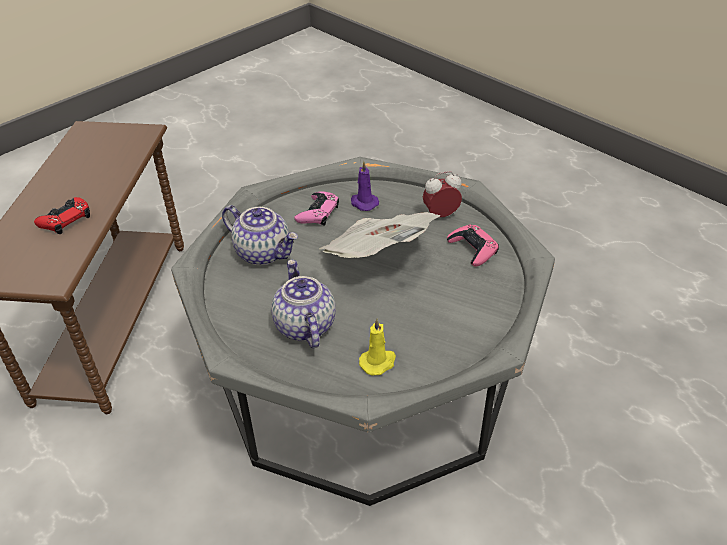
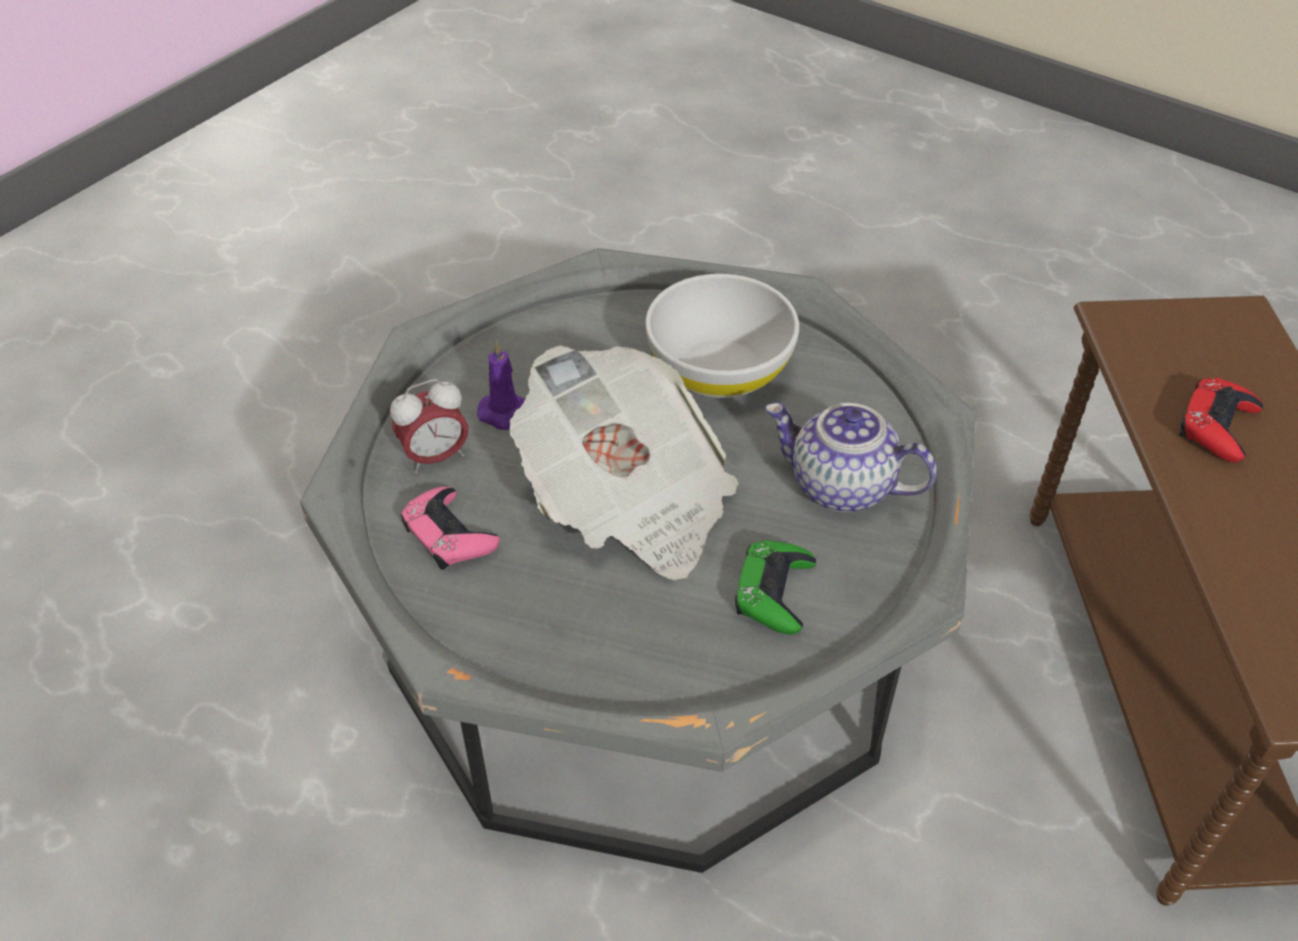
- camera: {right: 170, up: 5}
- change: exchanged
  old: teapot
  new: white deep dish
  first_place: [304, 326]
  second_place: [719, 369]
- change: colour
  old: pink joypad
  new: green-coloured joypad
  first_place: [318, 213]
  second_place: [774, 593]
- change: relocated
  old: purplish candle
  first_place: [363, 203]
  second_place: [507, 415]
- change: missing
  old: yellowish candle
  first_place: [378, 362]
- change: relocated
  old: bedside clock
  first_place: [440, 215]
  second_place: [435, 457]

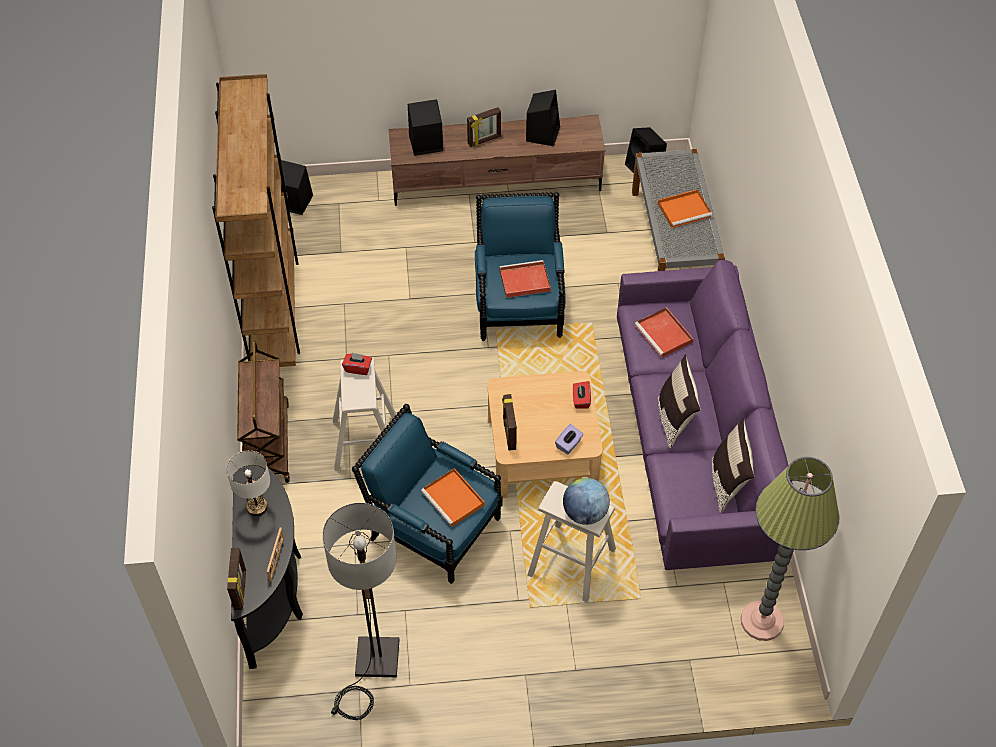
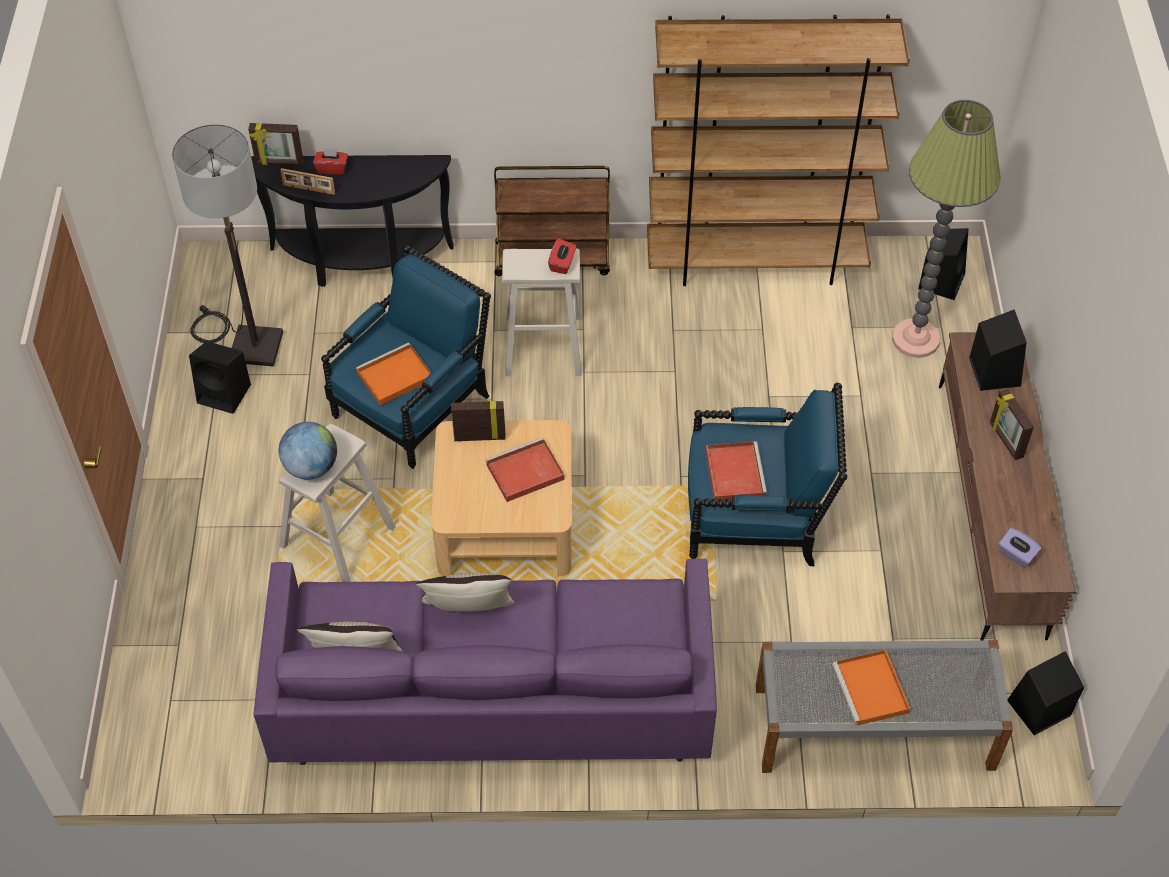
- camera: {right: 95, up: 0}
- change: missing
  old: table lamp
  first_place: [256, 507]
- change: relocated
  old: blackish loudspeaker
  first_place: [542, 133]
  second_place: [225, 394]
- change: relocated
  old: purplish tissue box
  first_place: [568, 444]
  second_place: [1016, 554]
- change: relocated
  old: red tissue box
  first_place: [581, 400]
  second_place: [332, 168]
- change: relocated
  old: red serving tray
  first_place: [664, 334]
  second_place: [524, 473]
- change: relocated
  old: standard lamp
  first_place: [762, 621]
  second_place: [915, 339]

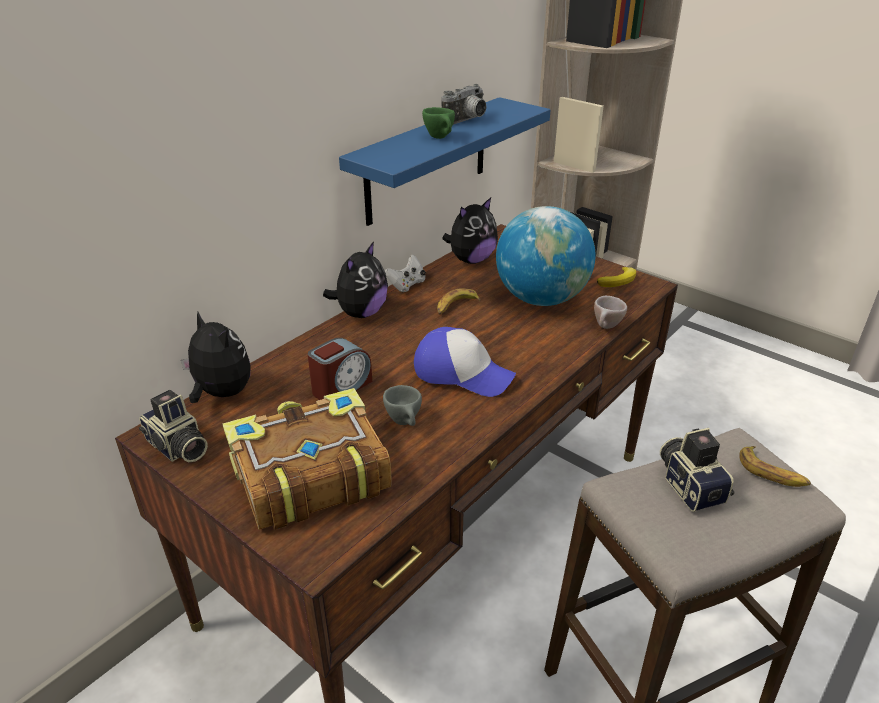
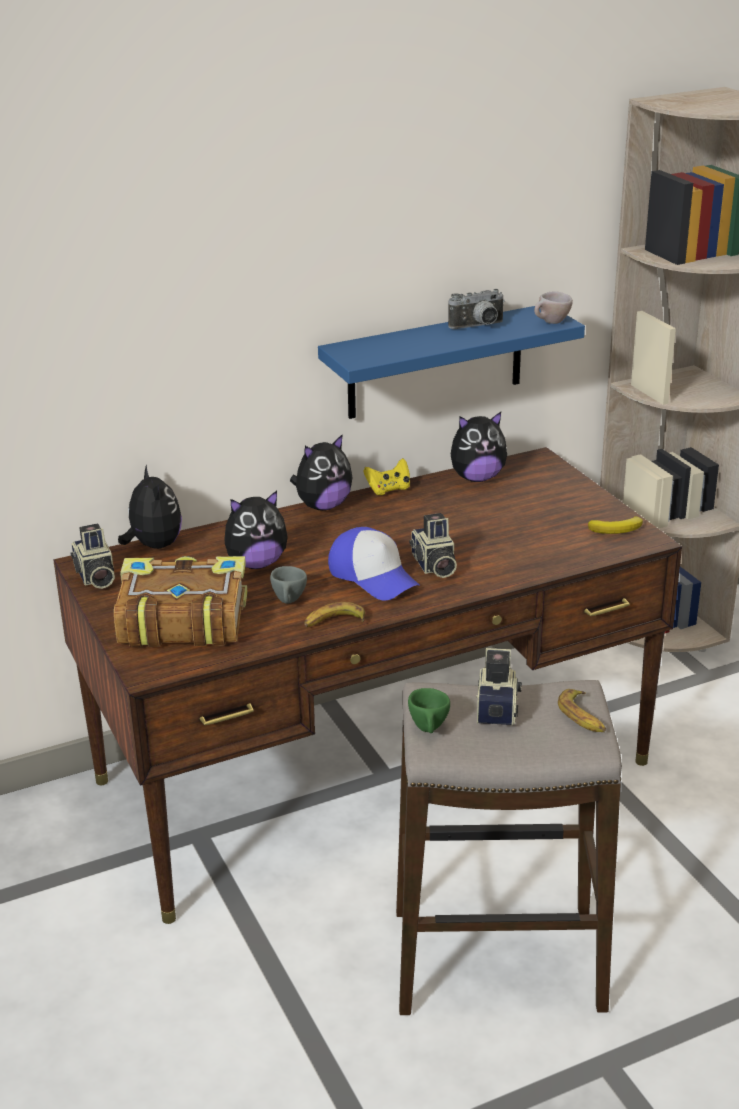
- camera: {right: 25, up: -5}
- change: exchanged
  old: bedside clock
  new: cuddly toy
  first_place: [341, 387]
  second_place: [256, 563]
- change: colour
  old: white joypad
  new: yellowish joypad
  first_place: [407, 285]
  second_place: [388, 489]
- change: relocated
  old: green-coloured small cup
  first_place: [441, 138]
  second_place: [429, 730]
- change: relocated
  old: banana
  first_place: [456, 306]
  second_place: [334, 622]
- change: missing
  old: desk globe
  first_place: [541, 299]
- change: relocated
  old: beige small cup
  first_place: [606, 328]
  second_place: [550, 323]
- change: appeared
  new: still camera
  second_place: [433, 566]

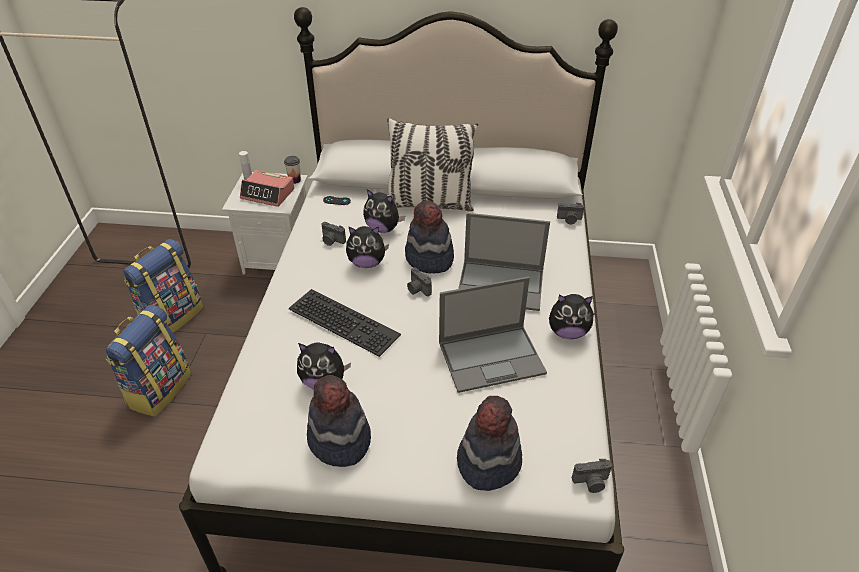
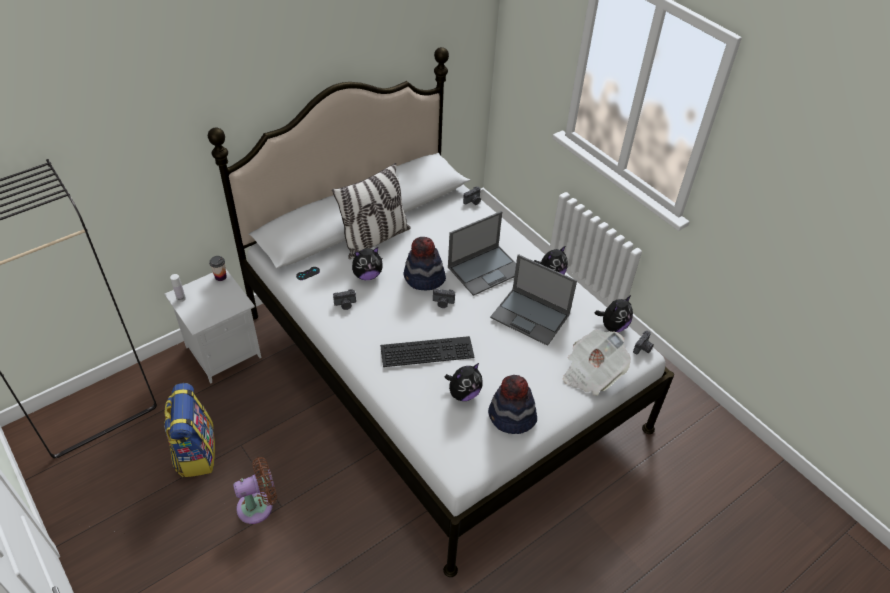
- camera: {right: -45, up: 5}
- change: exchanged
  old: backpack
  new: brown-coloured electric fan
  first_place: [159, 389]
  second_place: [259, 506]
- change: missing
  old: bedside clock
  first_place: [268, 194]
- change: relocated
  old: cuddly toy
  first_place: [367, 263]
  second_place: [613, 326]
- change: spun
  old: notebook computer
  first_place: [492, 357]
  second_place: [531, 316]
  degrees: 90
- change: exchanged
  old: clothing hat
  new: printed paper
  first_place: [488, 462]
  second_place: [592, 372]

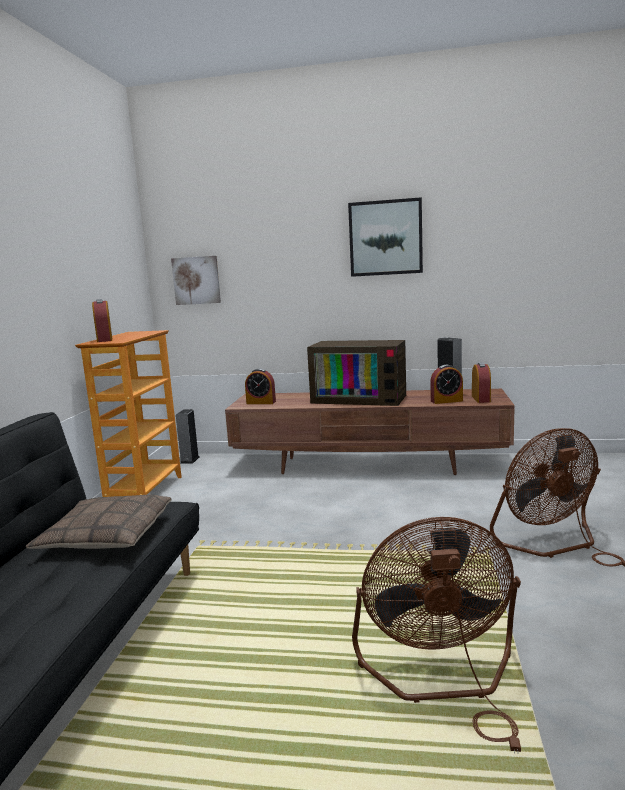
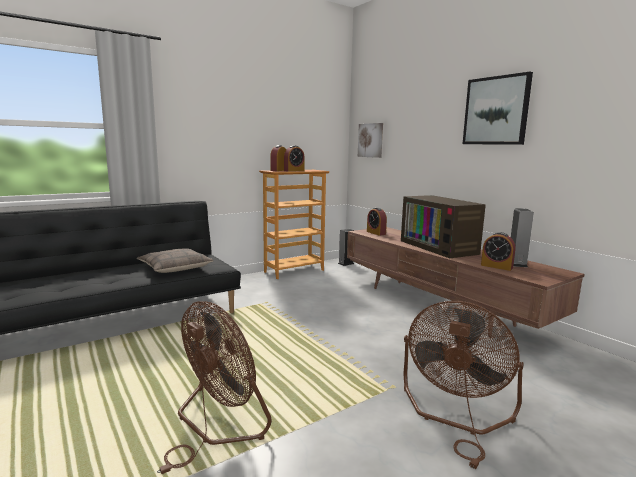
- camera: {right: 45, up: 0}
- change: relocated
  old: bedside clock
  first_place: [481, 399]
  second_place: [294, 171]

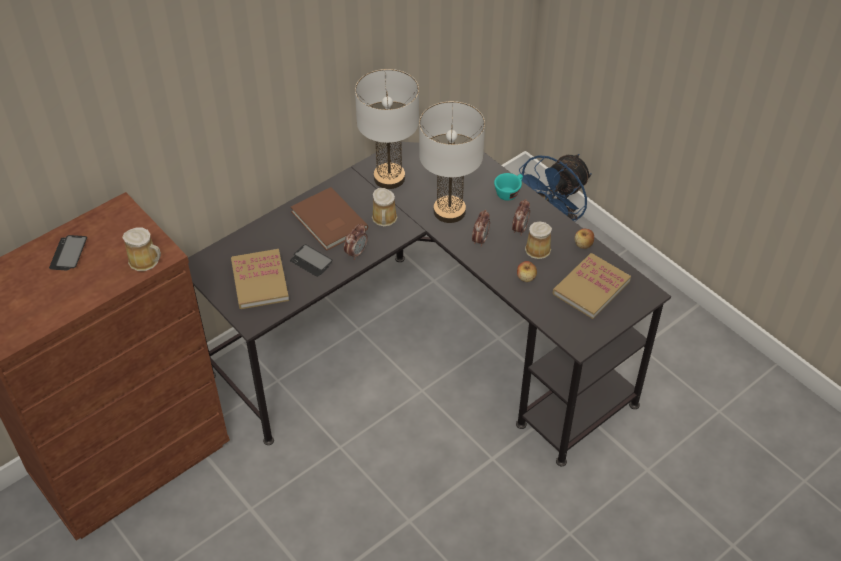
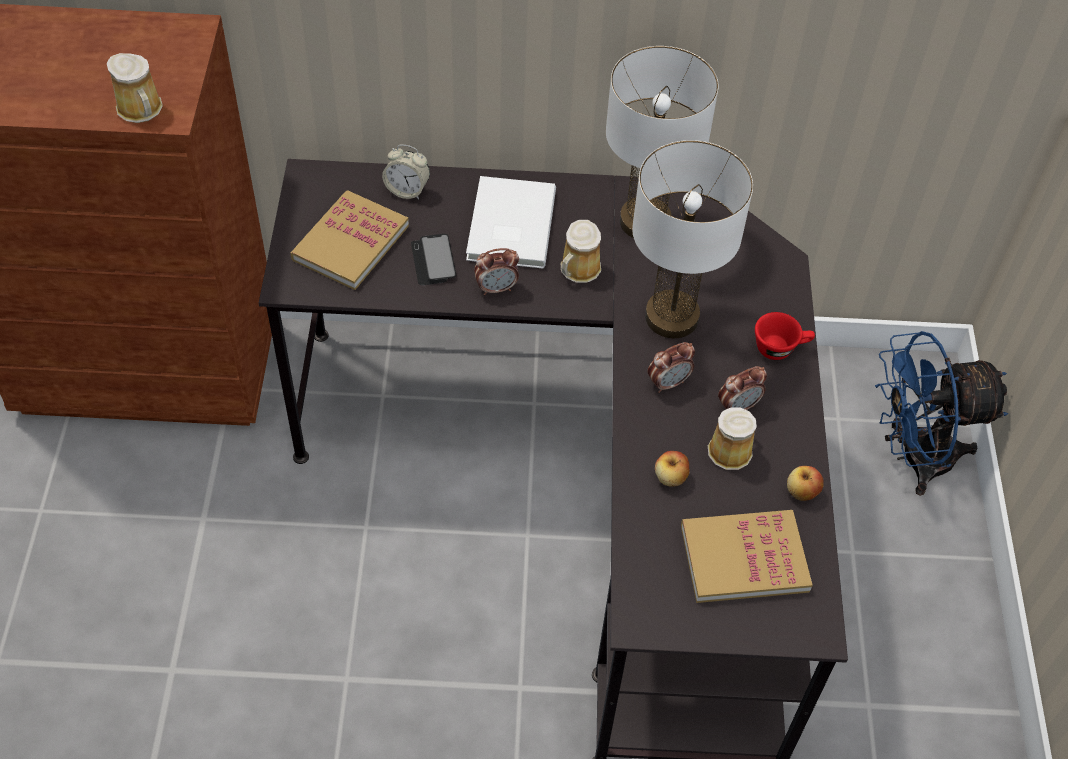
- camera: {right: 40, up: 5}
- change: missing
  old: telephone
  first_place: [68, 254]
- change: colour
  old: brown-coloured bound book
  new: white bound book
  first_place: [328, 222]
  second_place: [508, 226]
- change: colour
  old: turquoise-coloured small cup
  new: red small cup
  first_place: [509, 192]
  second_place: [780, 347]
- change: appeared
  new: bedside clock
  second_place: [407, 190]

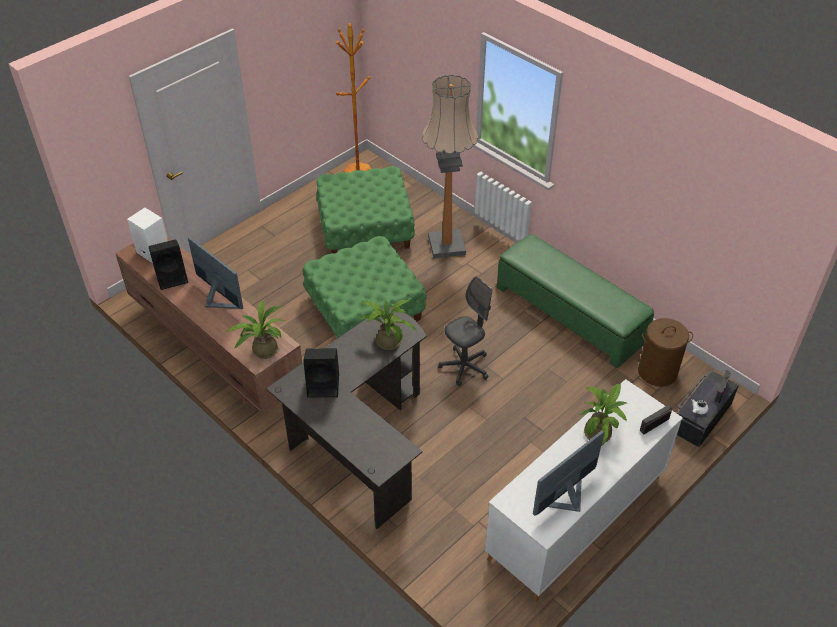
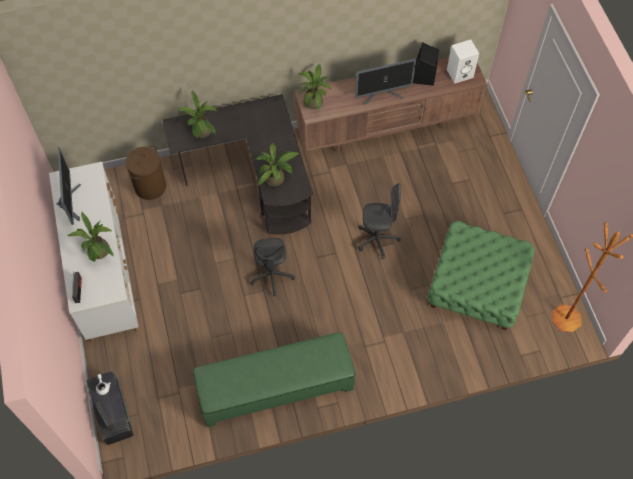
- camera: {right: 120, up: 15}
- change: exchanged
  old: green-coloured pouffe
  new: greyish computer chair
  first_place: [365, 307]
  second_place: [377, 239]
- change: missing
  old: blackish loudspeaker
  first_place: [324, 385]
- change: missing
  old: standard lamp
  first_place: [447, 245]
- change: relocated
  old: brown-coloured laundry basket
  first_place: [657, 372]
  second_place: [150, 186]
- change: appeared
  new: houseplant
  second_place: [202, 133]

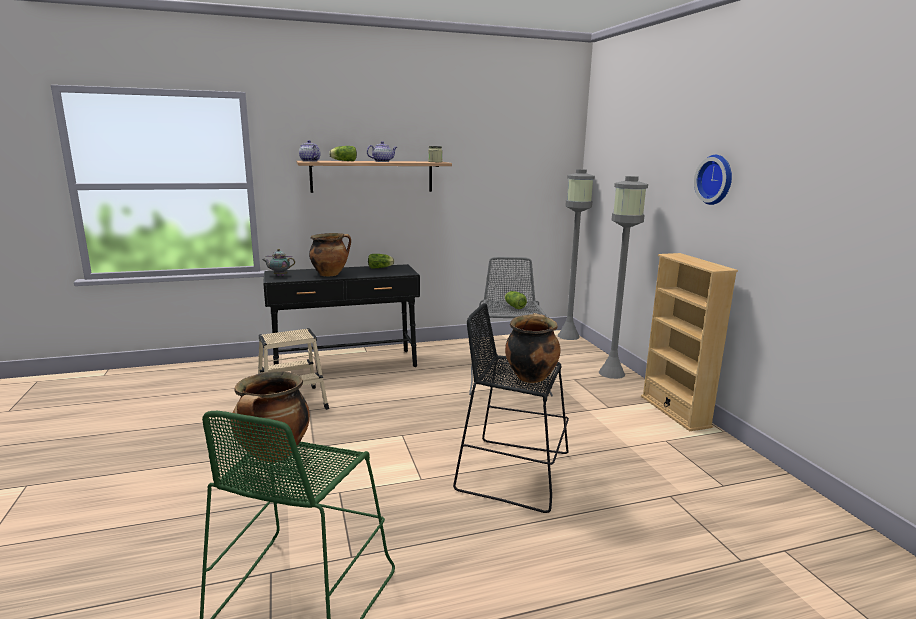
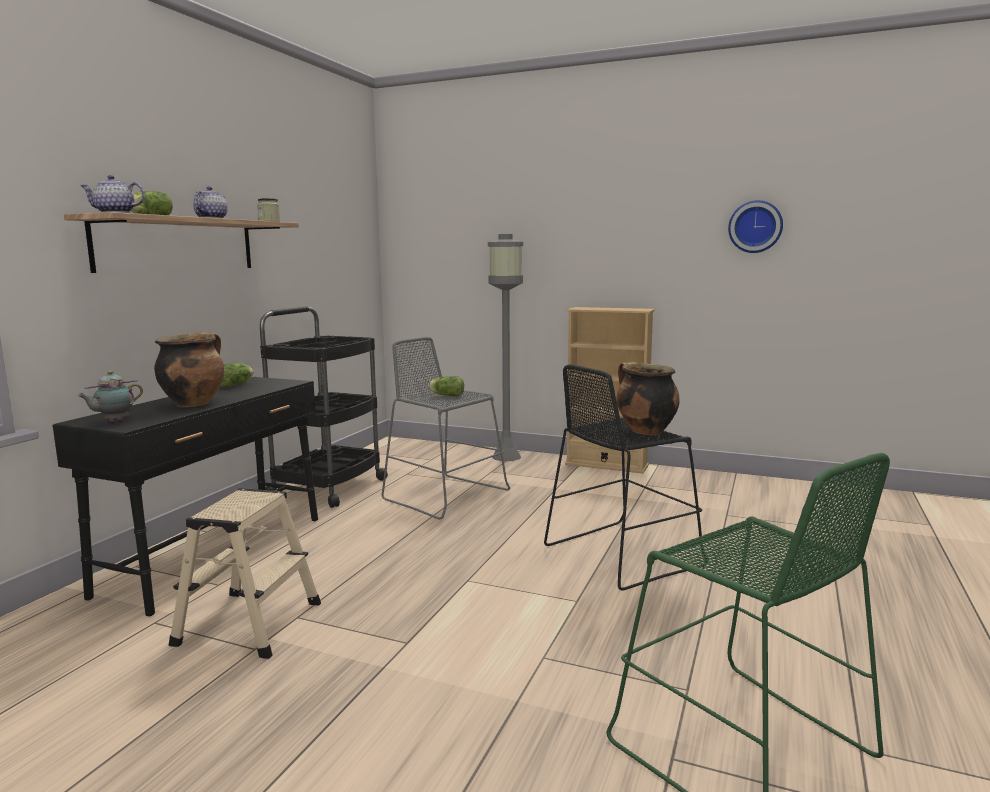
- camera: {right: -50, up: -5}
- change: missing
  old: saucepot
  first_place: [273, 455]
- change: missing
  old: greyish standard lamp
  first_place: [568, 336]
- change: relocated
  old: wall clock
  first_place: [716, 179]
  second_place: [755, 227]
- change: appeared
  new: blackish wheeled cart
  second_place: [329, 488]

